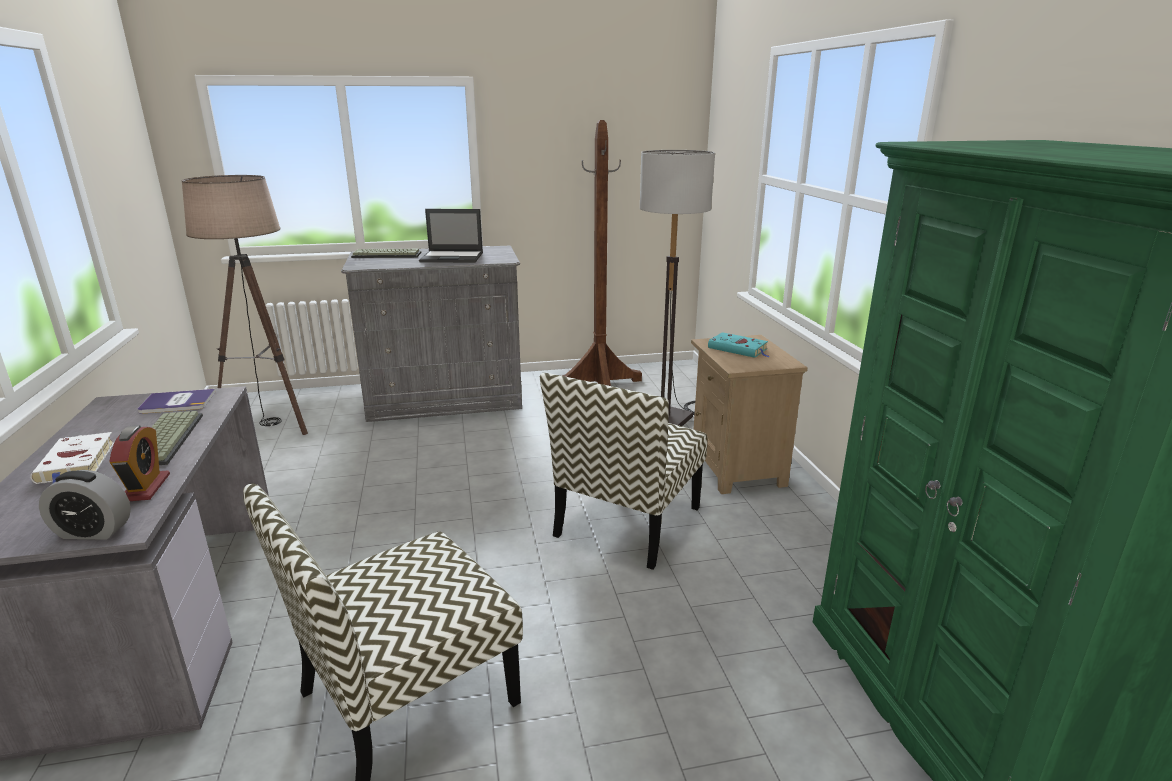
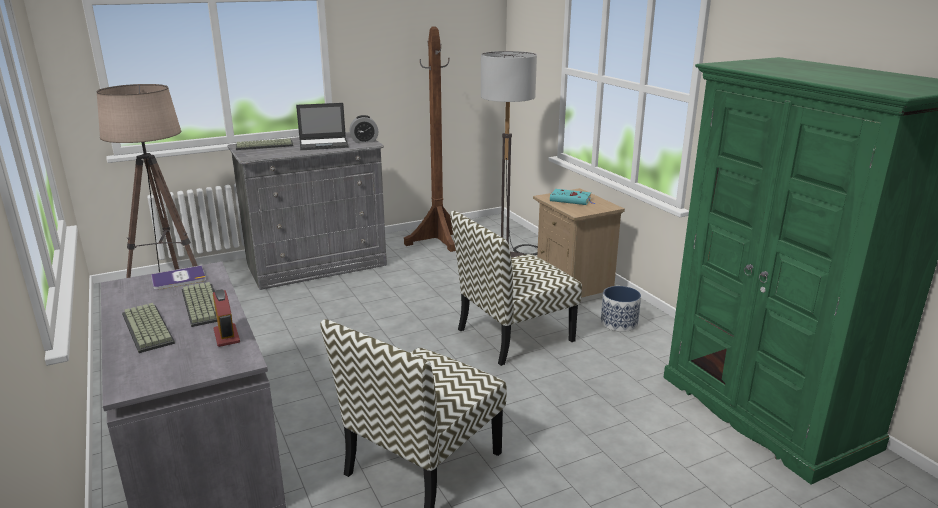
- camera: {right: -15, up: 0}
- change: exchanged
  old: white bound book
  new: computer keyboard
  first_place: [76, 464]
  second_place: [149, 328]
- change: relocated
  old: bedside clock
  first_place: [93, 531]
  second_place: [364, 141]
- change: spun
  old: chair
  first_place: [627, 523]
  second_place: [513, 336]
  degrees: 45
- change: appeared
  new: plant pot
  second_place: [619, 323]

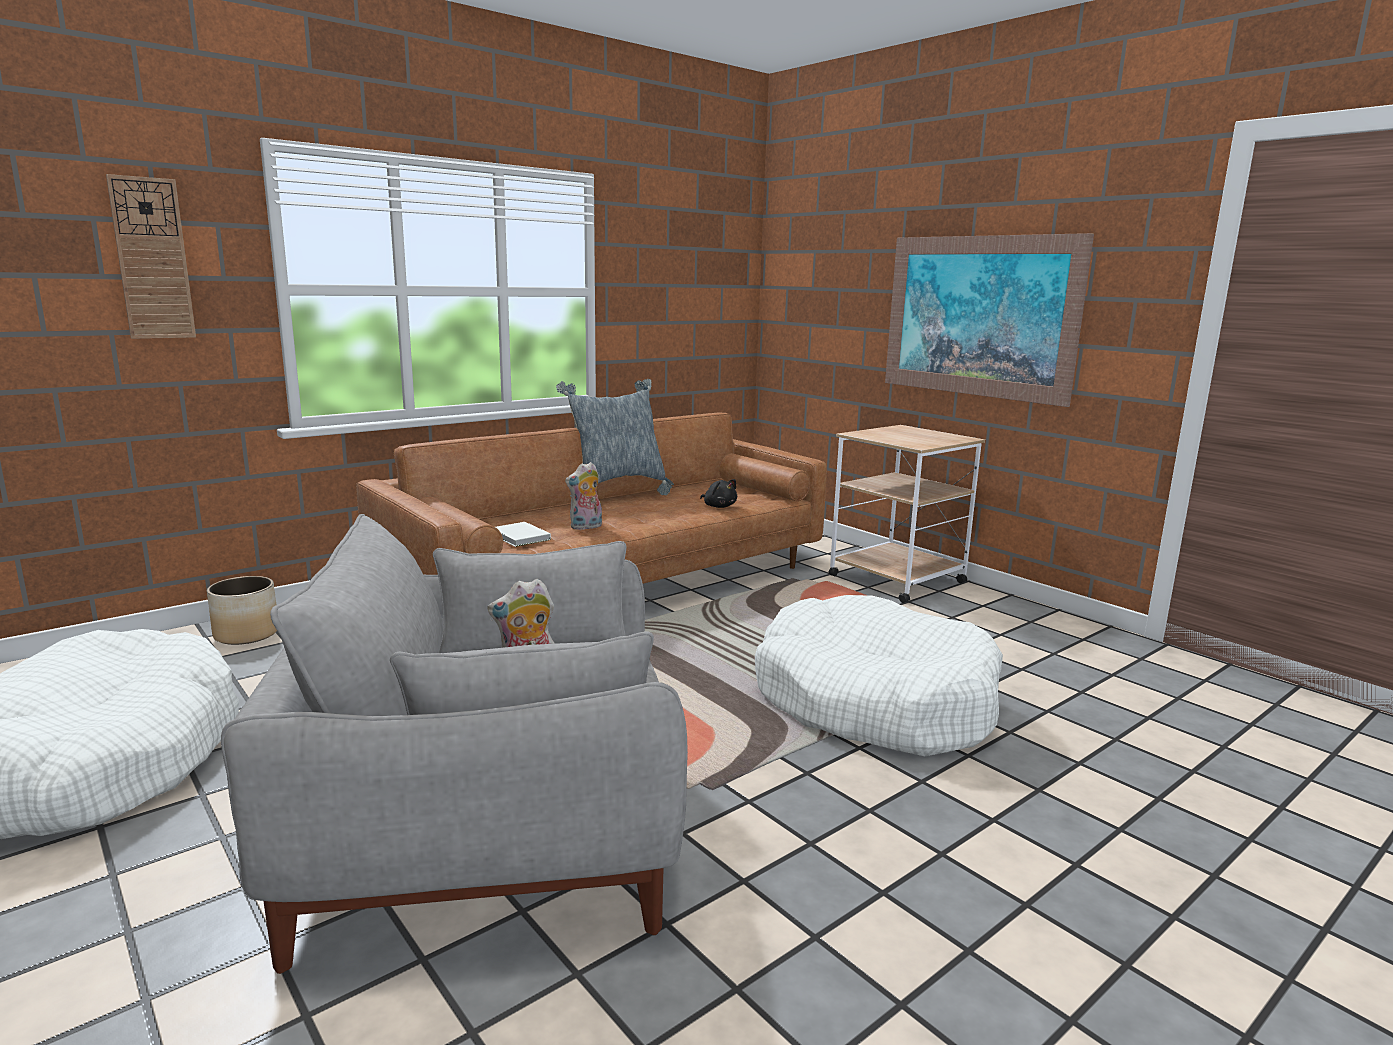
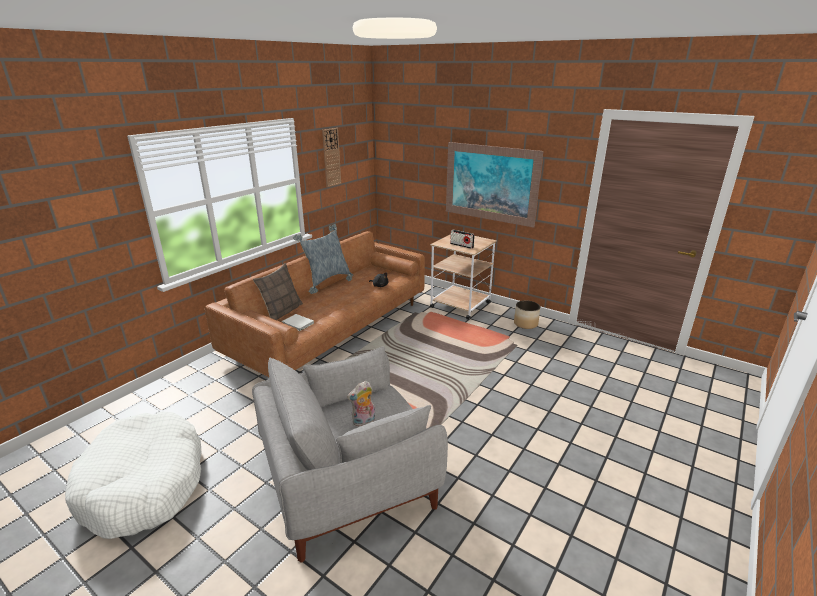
- camera: {right: -15, up: 10}
- change: relocated
  old: wall clock
  first_place: [152, 259]
  second_place: [331, 157]
- change: relocated
  old: plant pot
  first_place: [246, 634]
  second_place: [525, 324]
- change: missing
  old: cuddly toy
  first_place: [586, 527]
- change: missing
  old: white dog bed
  first_place: [874, 701]
- change: appeared
  new: throw pillow
  second_place: [282, 312]
- change: appeared
  new: radio
  second_place: [461, 245]

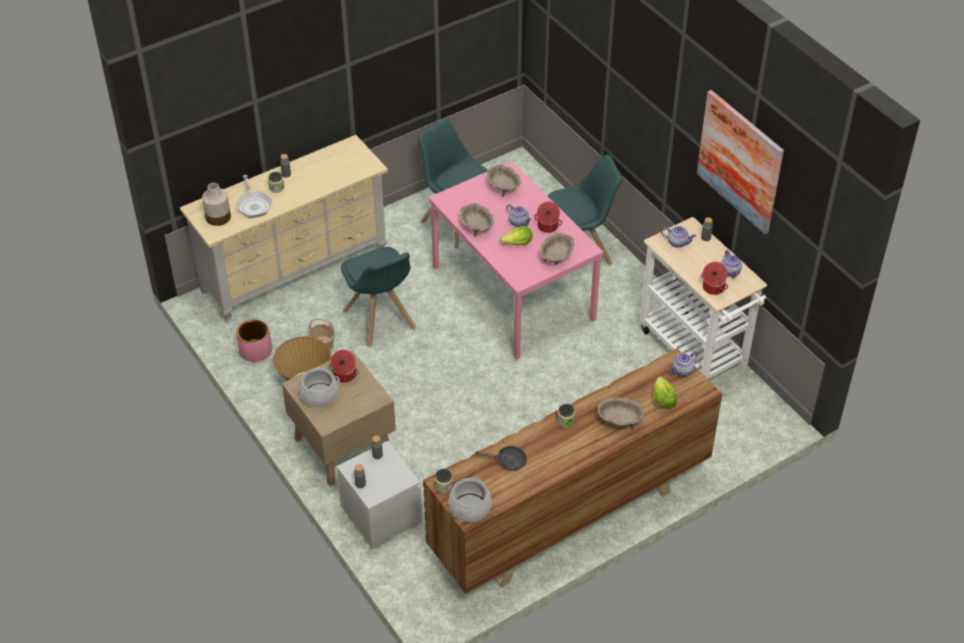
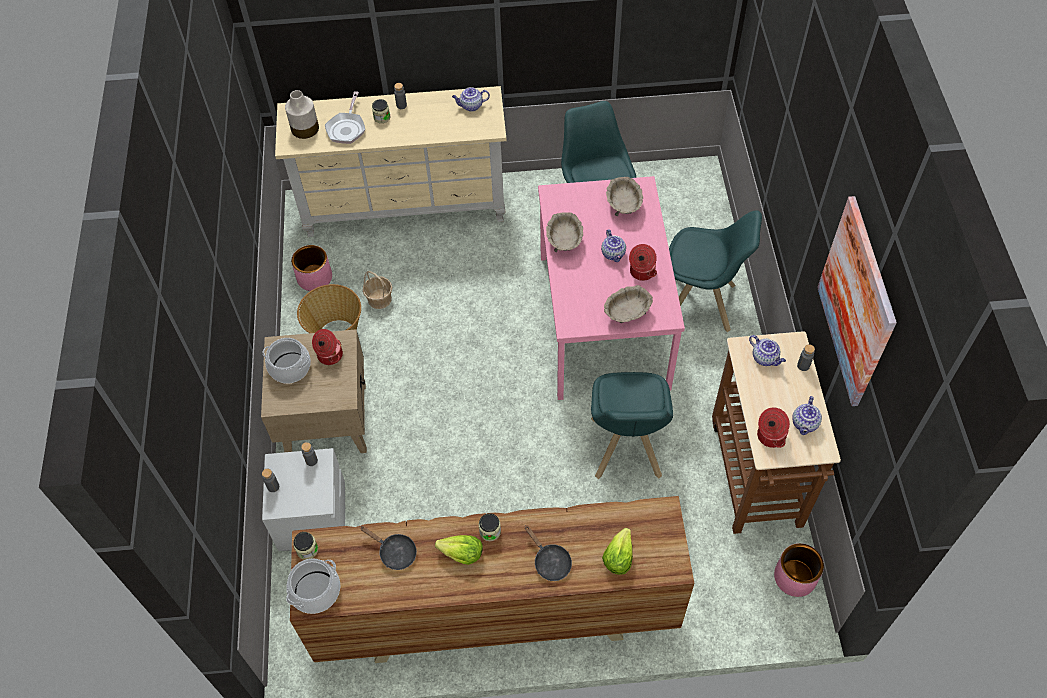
- camera: {right: 30, up: 10}
- change: relocated
  old: turquoise-coloured chair
  first_place: [380, 319]
  second_place: [626, 447]
- change: relocated
  old: head of lettuce
  first_place: [517, 243]
  second_place: [461, 554]
- change: exchanged
  old: beige deep dish
  new: blackish frying pan
  first_place: [619, 421]
  second_place: [550, 561]
- change: colour
  old: white wheeled cart
  new: brown-coloured wheeled cart
  first_place: [693, 351]
  second_place: [756, 476]
- change: relocated
  old: teapot
  first_place: [682, 371]
  second_place: [471, 106]
- change: appeared
  new: pink plant pot
  second_place: [795, 577]

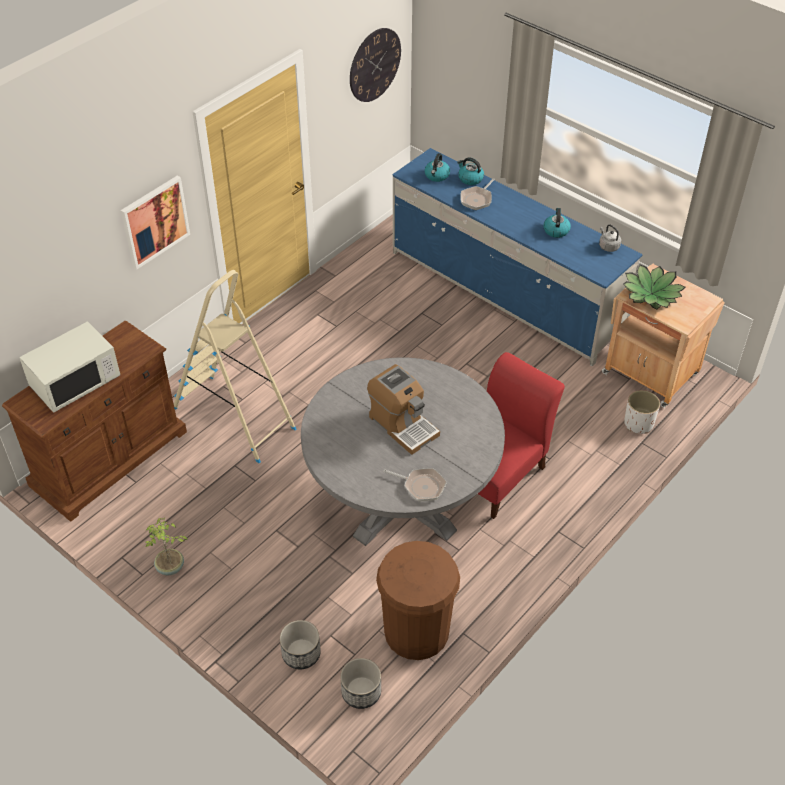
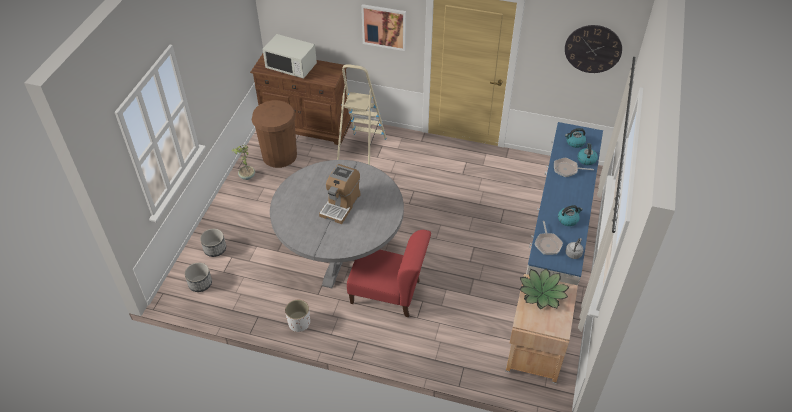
- camera: {right: 65, up: 0}
- change: relocated
  old: brown-coloured trash can
  first_place: [416, 631]
  second_place: [279, 155]
- change: relocated
  old: frying pan
  first_place: [421, 486]
  second_place: [547, 244]
- change: relocated
  old: white plant pot
  first_place: [638, 424]
  second_place: [299, 323]

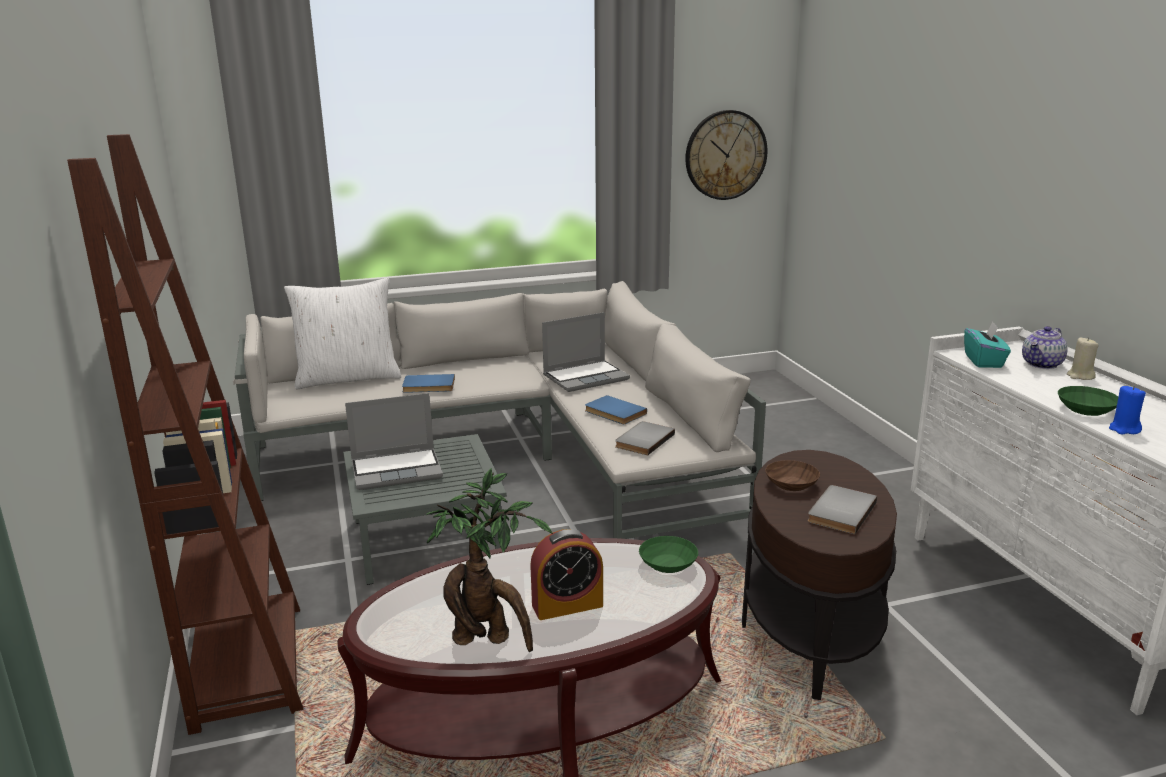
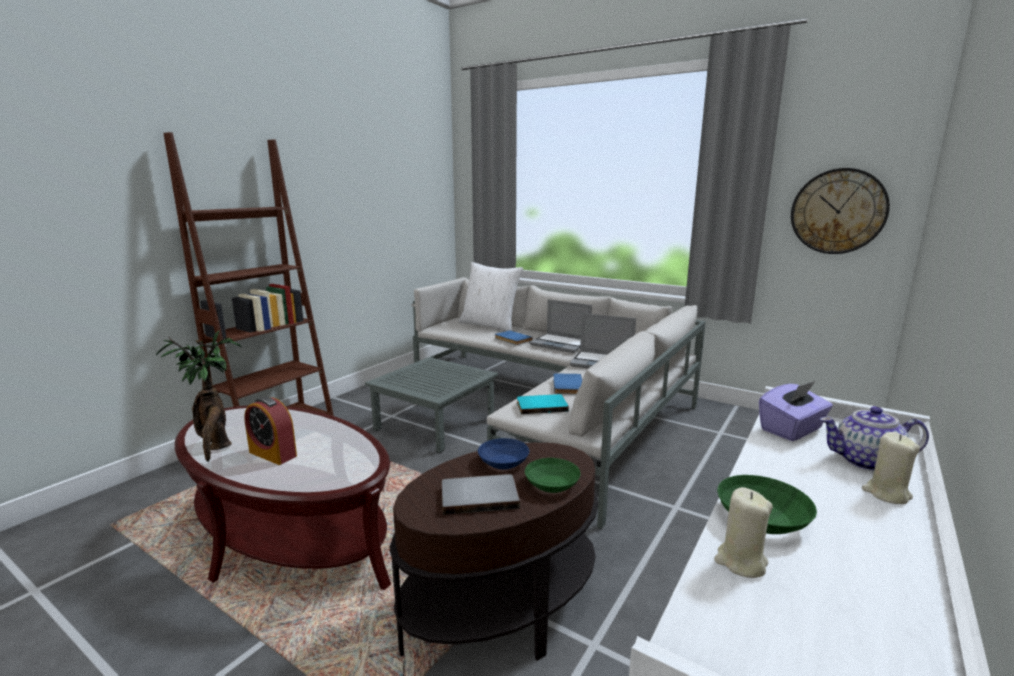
- camera: {right: 50, up: -5}
- change: relocated
  old: notebook computer
  first_place: [397, 470]
  second_place: [561, 344]
- change: colour
  old: greyish bound book
  new: turquoise-coloured bound book
  first_place: [642, 440]
  second_place: [541, 406]
- change: relocated
  old: green-coloured deep dish
  first_place: [669, 563]
  second_place: [553, 484]
- change: colour
  old: brown-coloured deep dish
  new: blue-coloured deep dish
  first_place: [792, 484]
  second_place: [504, 462]
- change: colour
  old: turquoise-coloured tissue box
  new: purplish tissue box
  first_place: [984, 361]
  second_place: [792, 430]
- change: colour
  old: blue-coloured candle
  new: beige candle
  first_place: [1124, 429]
  second_place: [740, 562]

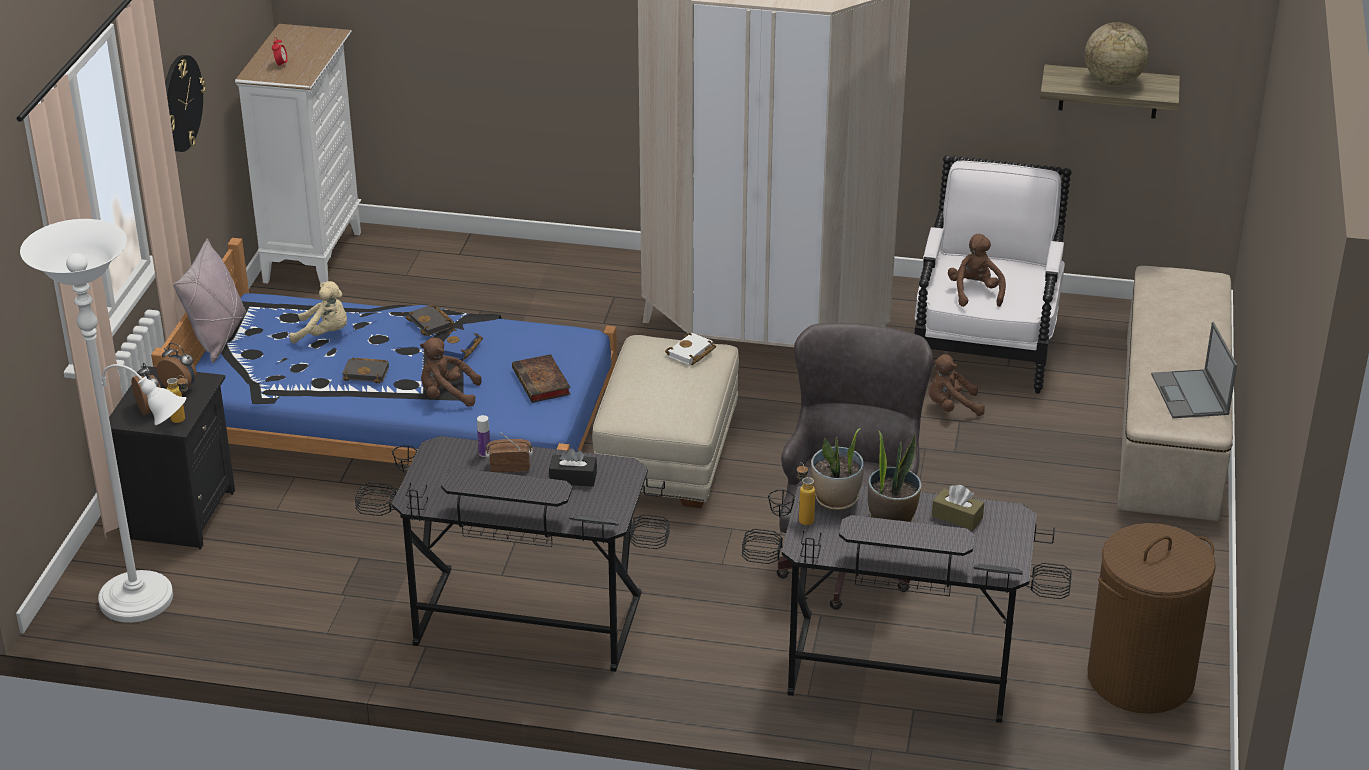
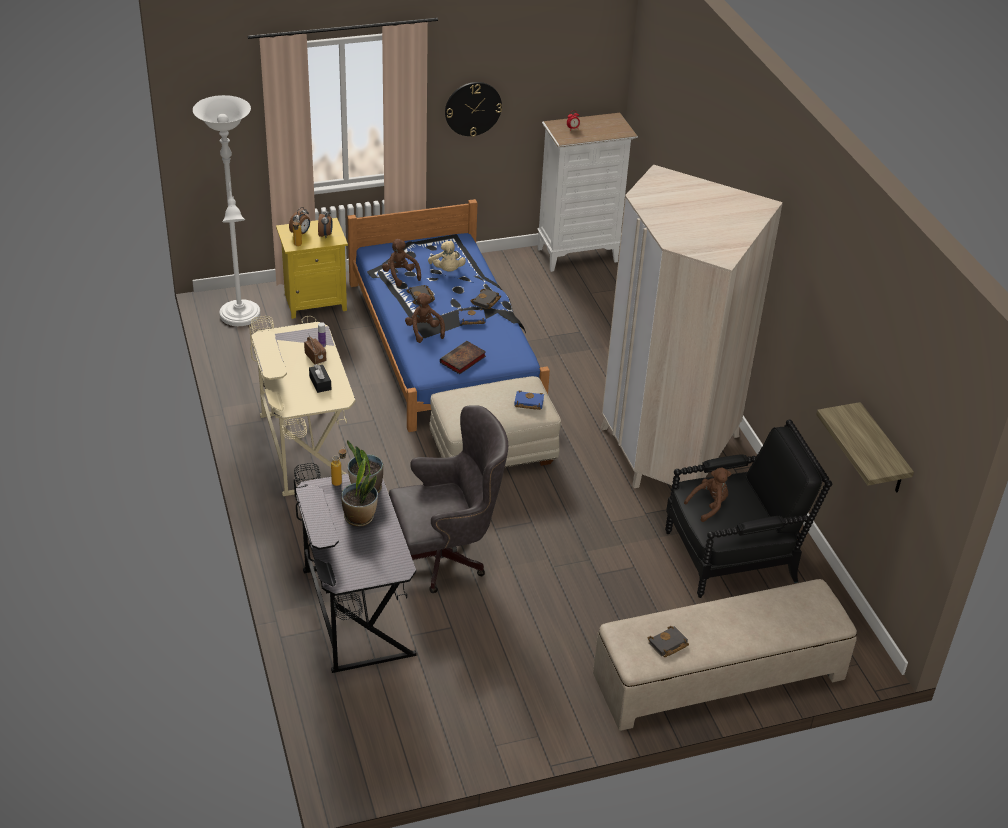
- camera: {right: 60, up: 5}
- change: colour
  old: blackish nightstand
  new: yellowish nightstand
  first_place: [180, 515]
  second_place: [314, 301]
- change: missing
  old: purplish throw pillow
  first_place: [218, 337]
- change: colour
  old: blackish desk
  new: beige desk
  first_place: [526, 623]
  second_place: [303, 449]
- change: colour
  old: white bound book
  new: blue-coloured bound book
  first_place: [691, 353]
  second_place: [528, 403]
- change: colour
  old: white easy chair
  new: blackish easy chair
  first_place: [986, 344]
  second_place: [735, 555]
- change: relocated
  old: brown-coloured cuddly toy
  first_place: [951, 407]
  second_place: [400, 275]
- change: missing
  old: brown-coloured tissue box
  first_place: [957, 517]
- change: missing
  old: desk globe
  first_place: [1112, 81]
- change: missing
  old: brown-coloured laundry basket
  first_place: [1140, 678]
- change: exchanged
  old: notebook computer
  new: blackish bound book
  first_place: [1190, 395]
  second_place: [667, 645]

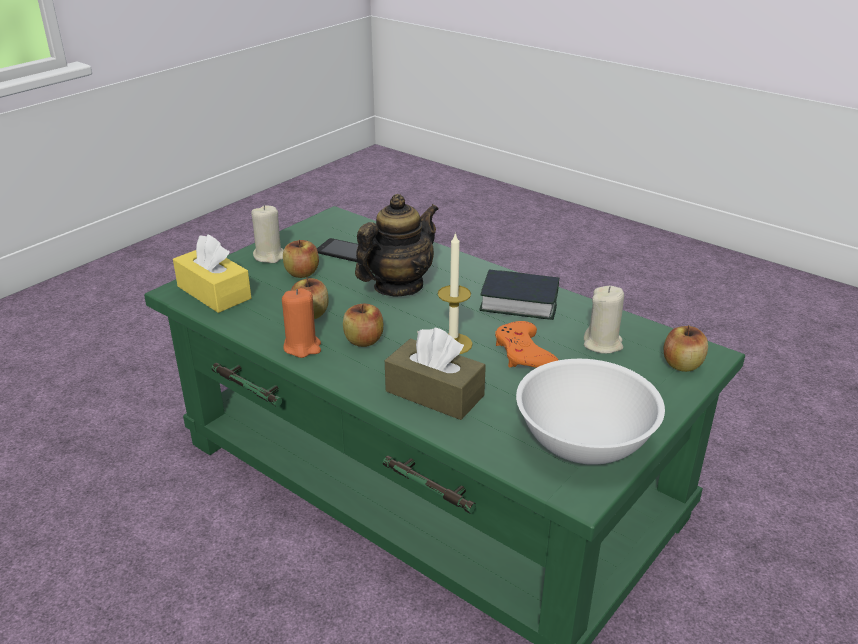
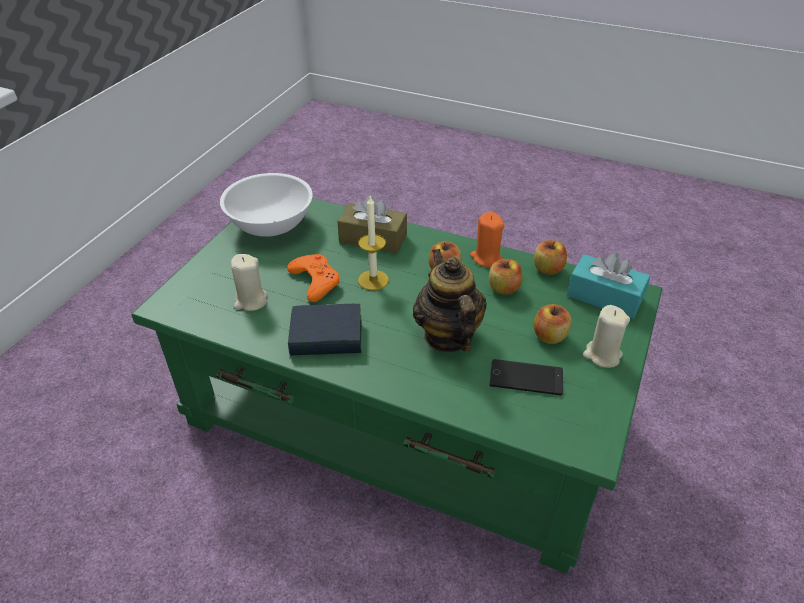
- camera: {right: 165, up: 10}
- change: colour
  old: yellowish tissue box
  new: turquoise-coloured tissue box
  first_place: [214, 292]
  second_place: [604, 297]
- change: spun
  old: teapot
  first_place: [398, 286]
  second_place: [447, 336]
  degrees: 135
- change: relocated
  old: whole apple
  first_place: [682, 365]
  second_place: [548, 269]

